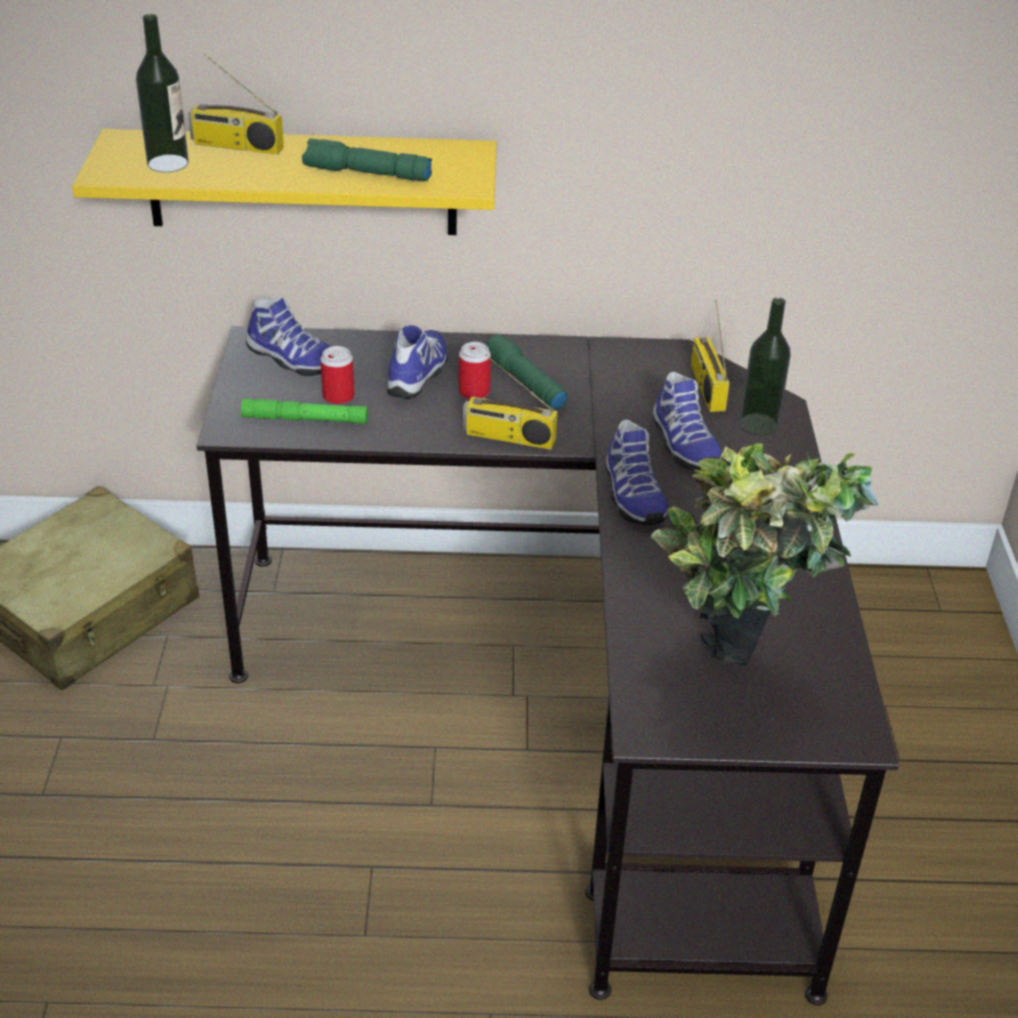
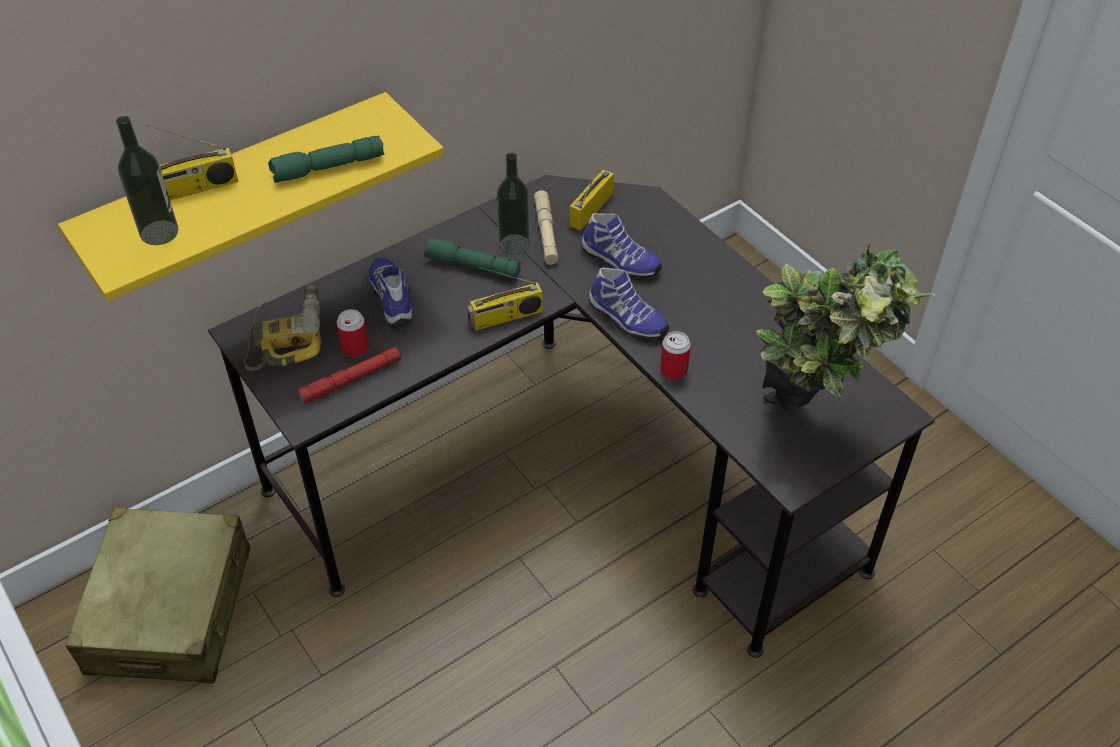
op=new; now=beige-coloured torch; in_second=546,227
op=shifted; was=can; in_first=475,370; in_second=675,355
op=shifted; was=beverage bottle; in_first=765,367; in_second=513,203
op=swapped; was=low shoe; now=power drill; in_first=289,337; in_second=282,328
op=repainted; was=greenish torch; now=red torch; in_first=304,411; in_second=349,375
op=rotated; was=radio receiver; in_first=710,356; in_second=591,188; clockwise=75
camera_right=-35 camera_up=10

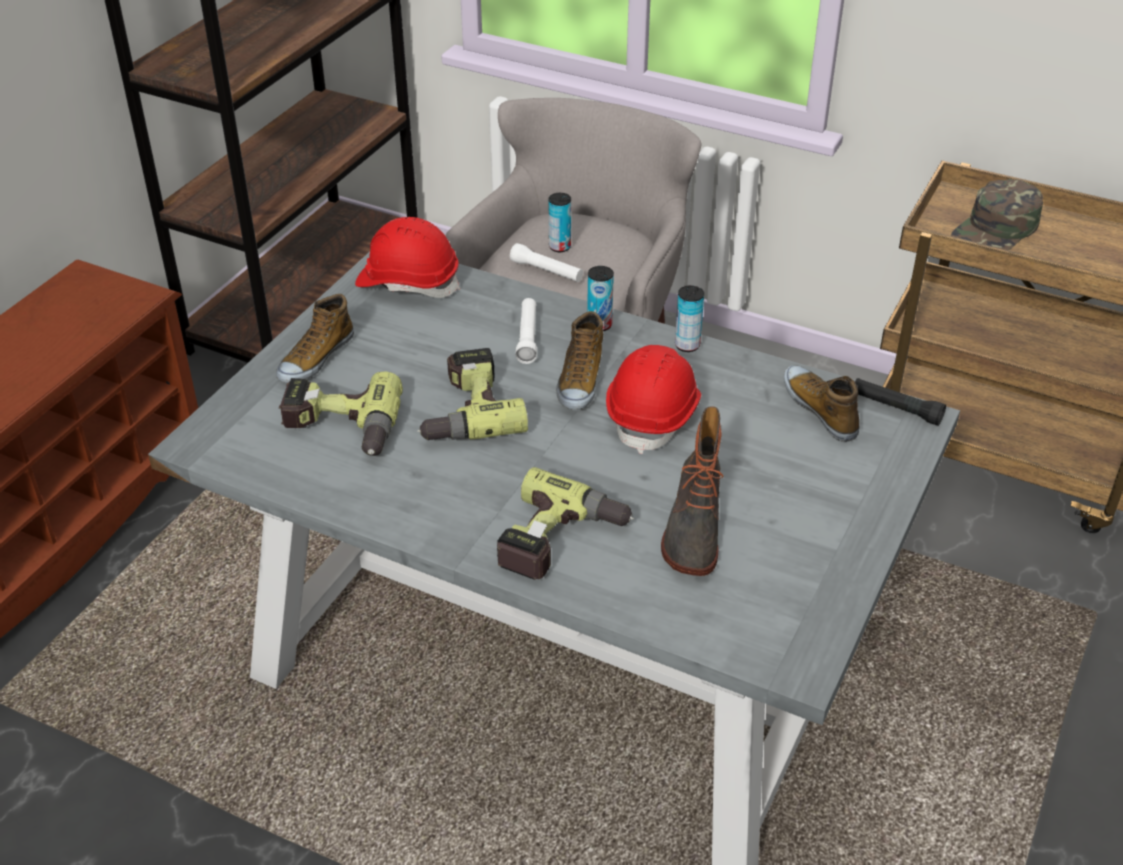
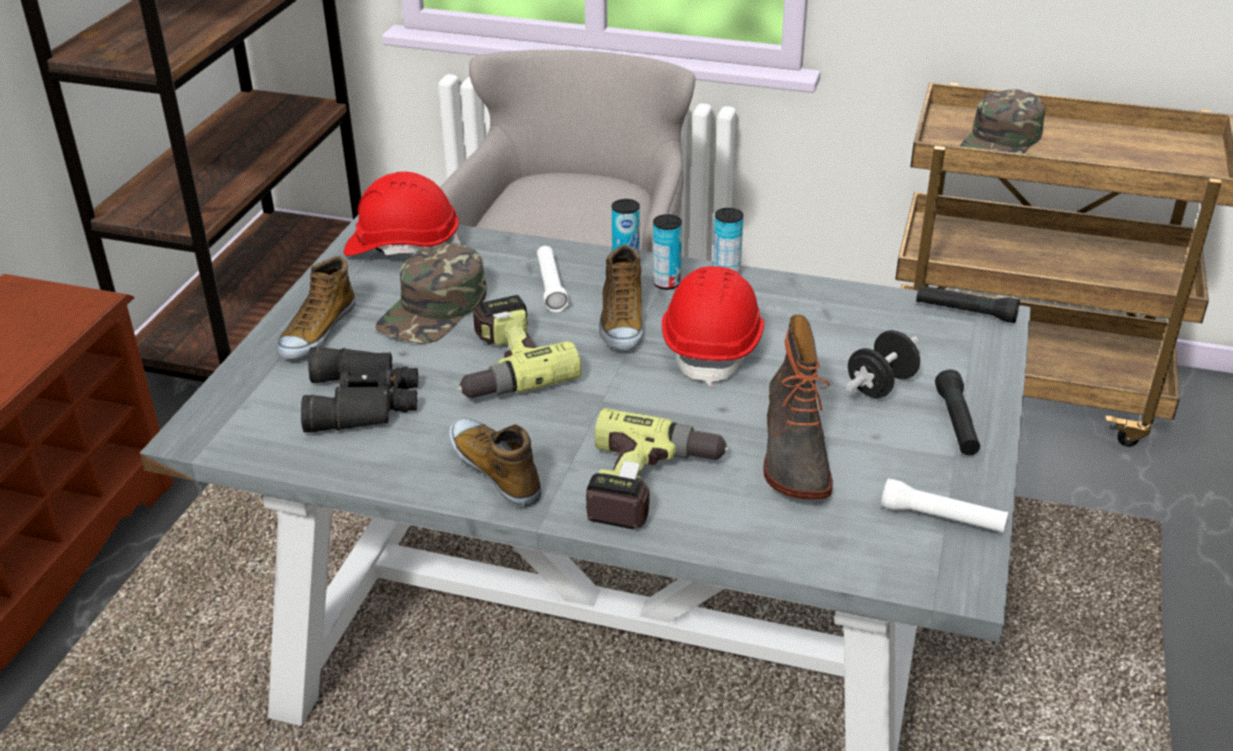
op=new; now=greenish peaked cap; in_second=431,293
op=new; now=blackish free weight; in_second=882,364
op=new; now=blackish torch; in_second=957,412
op=shifted; was=whitish torch; in_first=546,262; in_second=944,505
op=shifted; was=can; in_first=560,222; in_second=667,252
op=shifted; was=low shoe; in_first=821,404; in_second=495,463
op=swapped; was=power drill; now=blackish binoculars; in_first=341,413; in_second=359,390
camera_right=-10 camera_up=-5

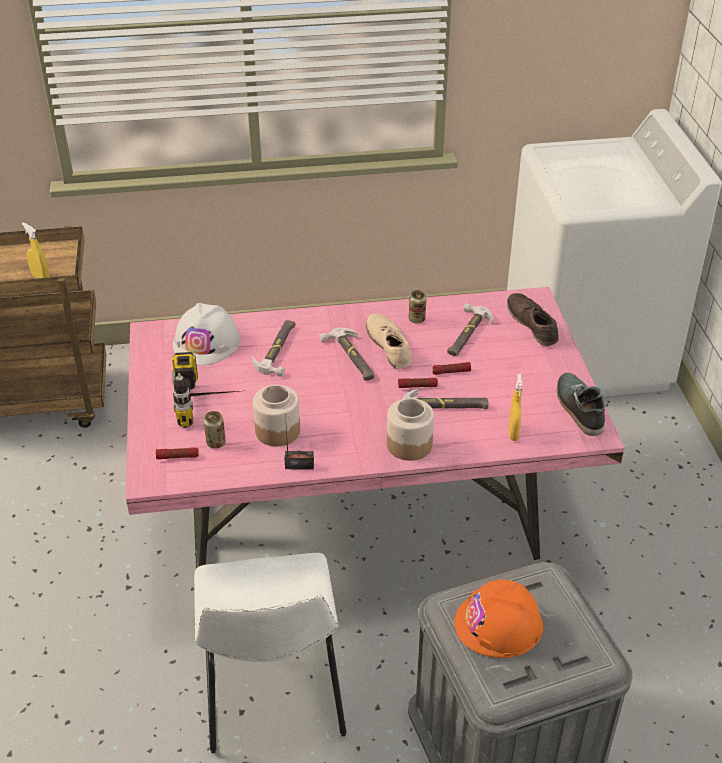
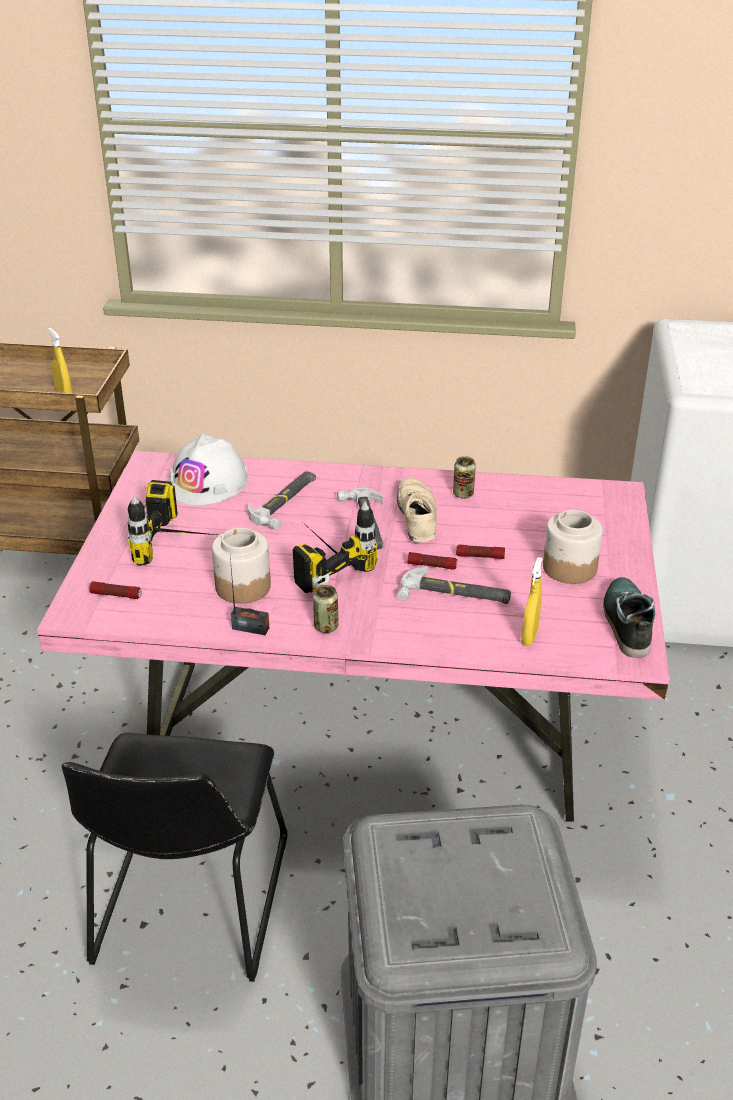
op=gone; was=hand hammer; in_first=470,329
op=gone; was=orange safety helmet; in_first=498,619
op=gone; was=brown low shoe; in_first=533,319
op=new; now=power drill; in_second=335,547
op=shifted; was=can; in_first=215,429; in_second=326,609
op=shifted; was=jar; in_first=410,429; in_second=573,547
op=repainted; was=whitish chair; now=blackish chair; in_first=270,653; in_second=174,857
camera_right=15 camera_up=-5

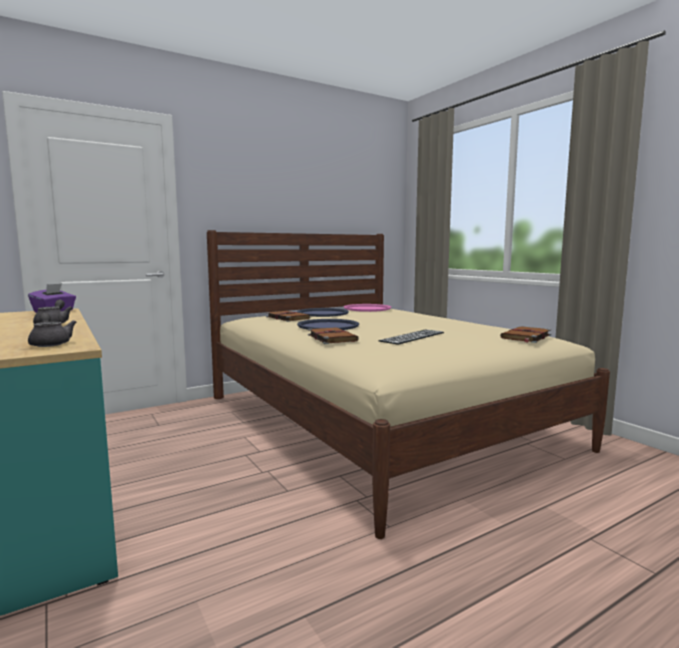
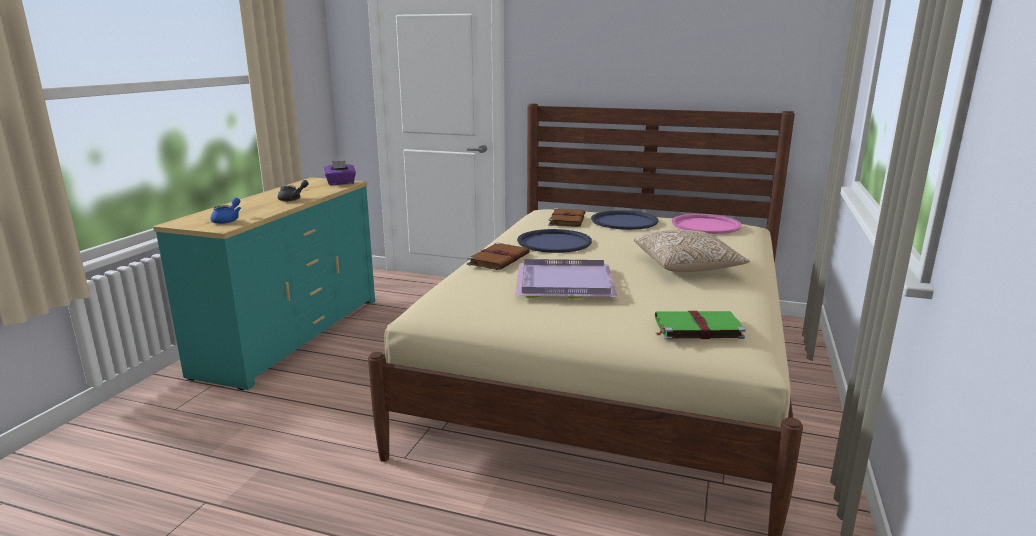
op=new; now=throw pillow; in_second=692,251
op=swapped; was=PC keyboard; now=purplish carrying tray; in_first=411,337; in_second=566,279
op=repainted; was=gray teapot; now=blue-coloured teapot; in_first=52,330; in_second=225,211
op=repainted; was=brown bound book; now=greenish bound book; in_first=525,334; in_second=700,325
camera_right=50 camera_up=10

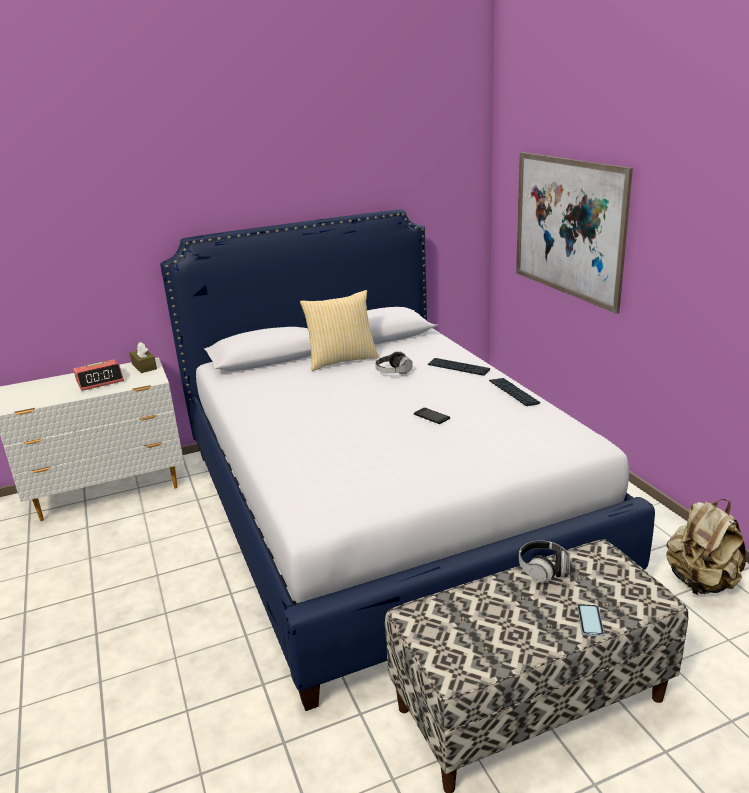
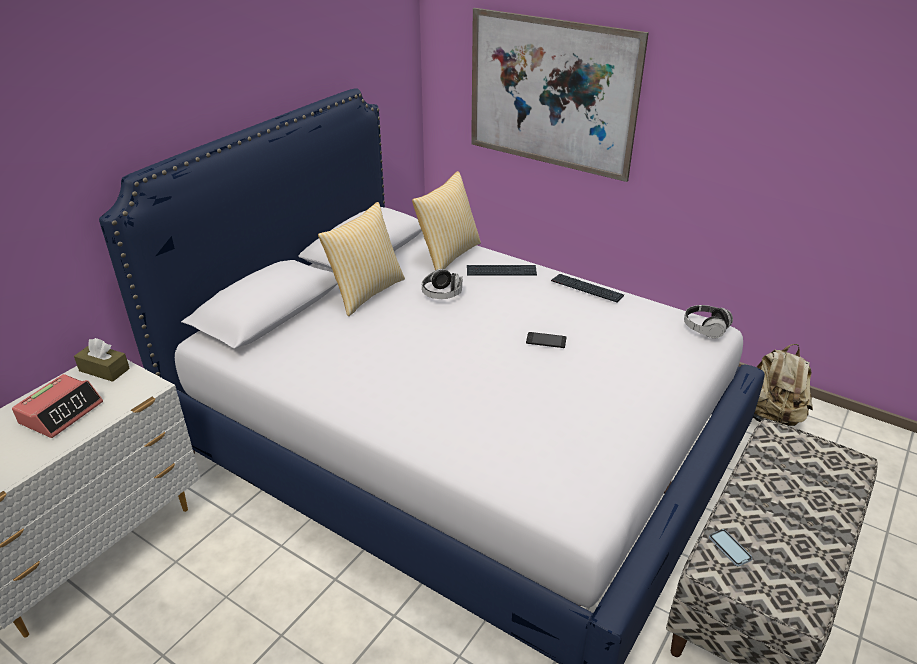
op=new; now=throw pillow; in_second=446,220
op=shifted; was=headphones; in_first=544,561; in_second=708,322
op=shifted; was=handset; in_first=590,620; in_second=730,547
camera_right=-35 camera_up=10

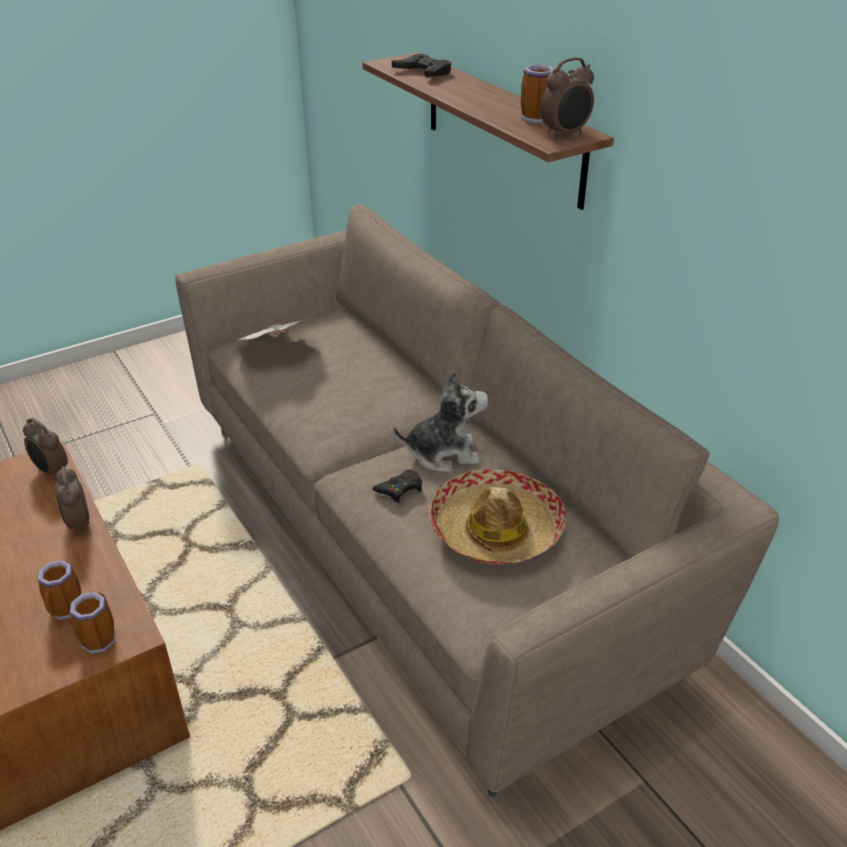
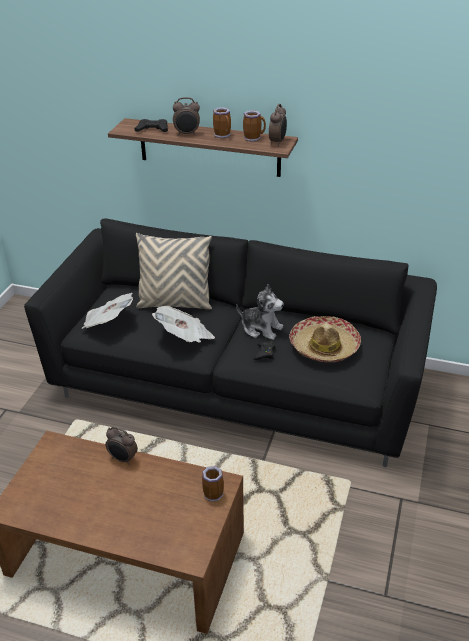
op=new; now=beige-coloured throw pillow; in_second=174,271
op=new; now=daily paper; in_second=183,324
op=shifted; was=table clock; in_first=45,449; in_second=186,116
op=shifted; was=tea mug; in_first=59,590; in_second=222,122
op=repainted; was=beige-coloured settee; now=blackish settee; in_first=477,500; in_second=230,343
op=rotated; was=plush toy; in_first=441,421; in_second=260,312; clockwise=75
camera_right=-40 camera_up=0

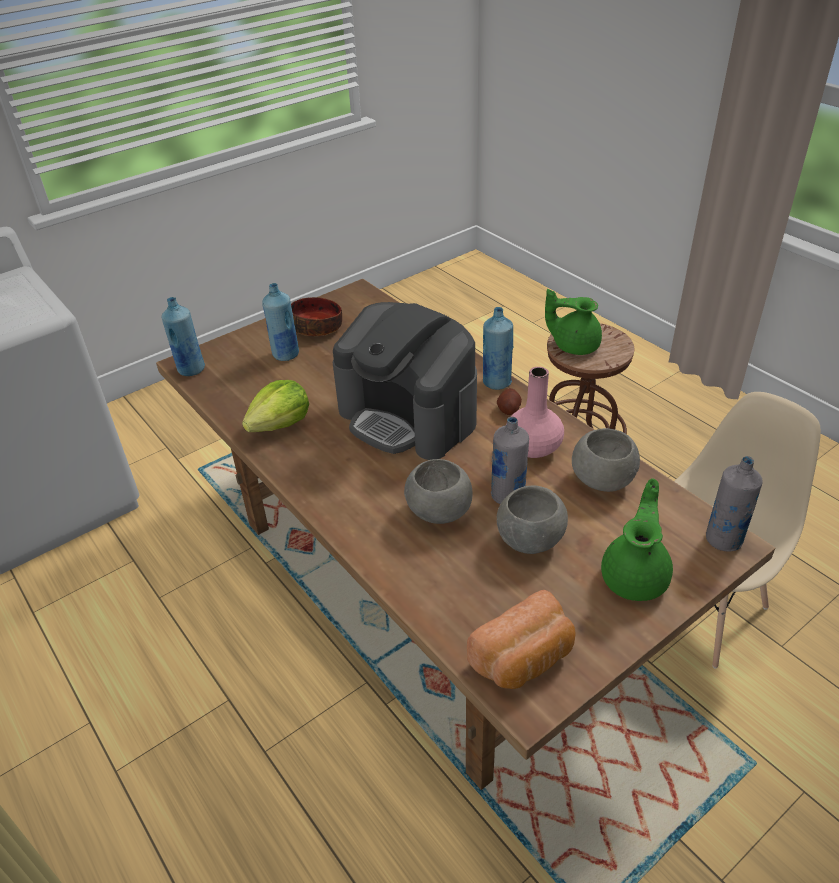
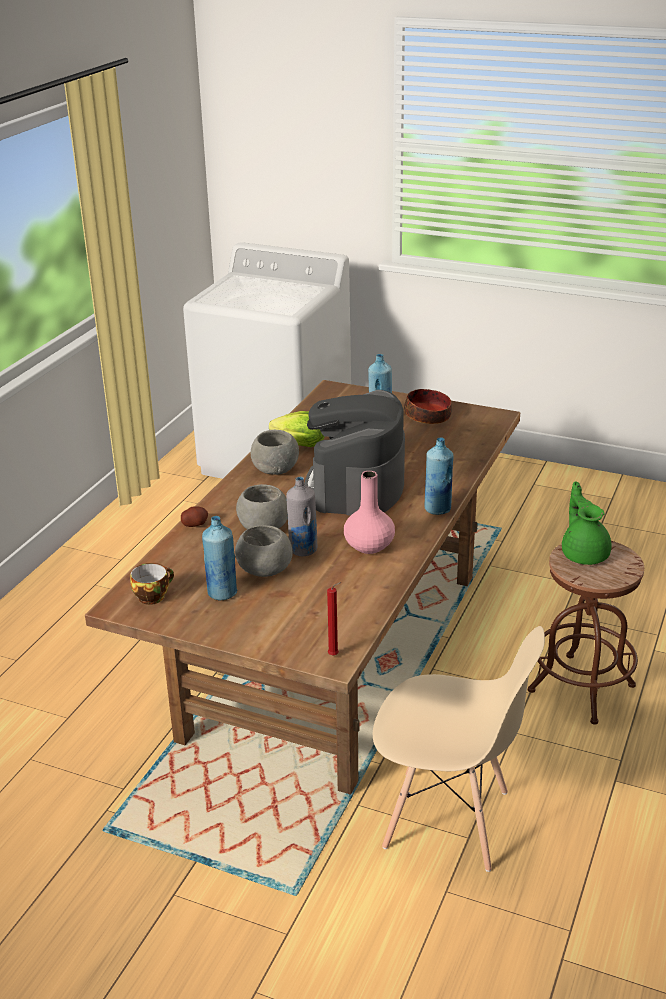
op=gone; was=greenish teapot; in_first=637,539
op=shifted; was=blue-coloured beverage bottle; in_first=183,336; in_second=219,558
op=shifted; was=whole potato; in_first=509,401; in_second=194,516
op=shifted; was=gray deep dish; in_first=606,460; in_second=275,452
op=swapped; was=baked bread; now=drinking cup; in_first=521,639; in_second=152,584
op=swapped; was=gray beverage bottle; now=red wax light; in_first=734,504; in_second=334,619
camera_right=60 camera_up=-10

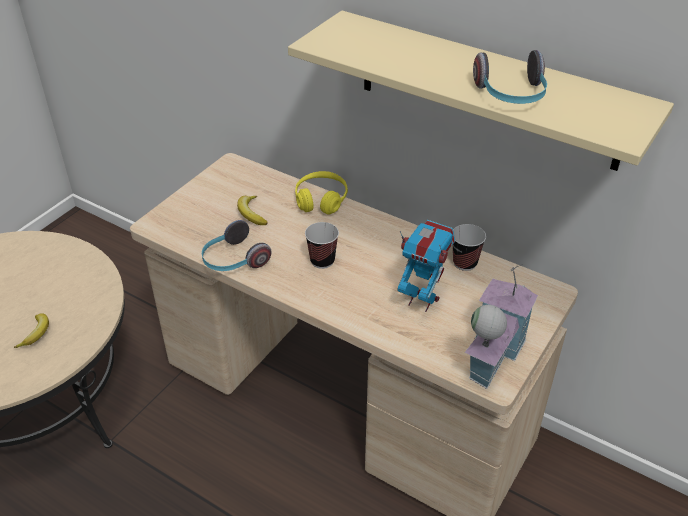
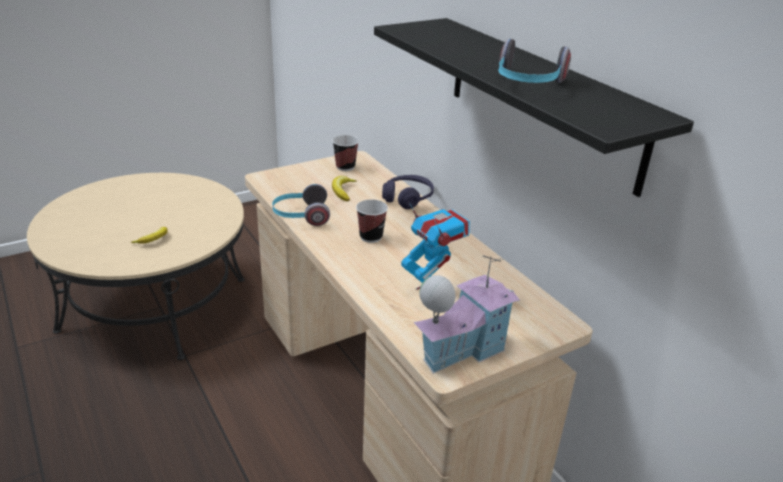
op=shifted; was=drinking cup; in_first=469,247; in_second=345,153
op=repainted; was=beige-coloured bracket shelf; now=blackish bracket shelf; in_first=481,90; in_second=534,107
op=repainted; was=yellow-coloured headphones; now=purplish headphones; in_first=321,193; in_second=408,192
camera_right=25 camera_up=-10

